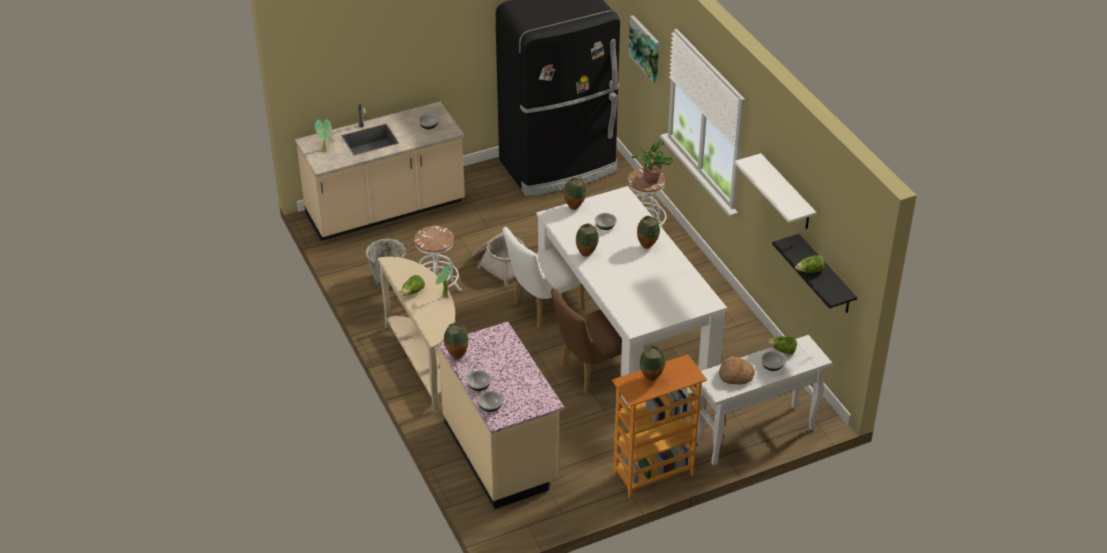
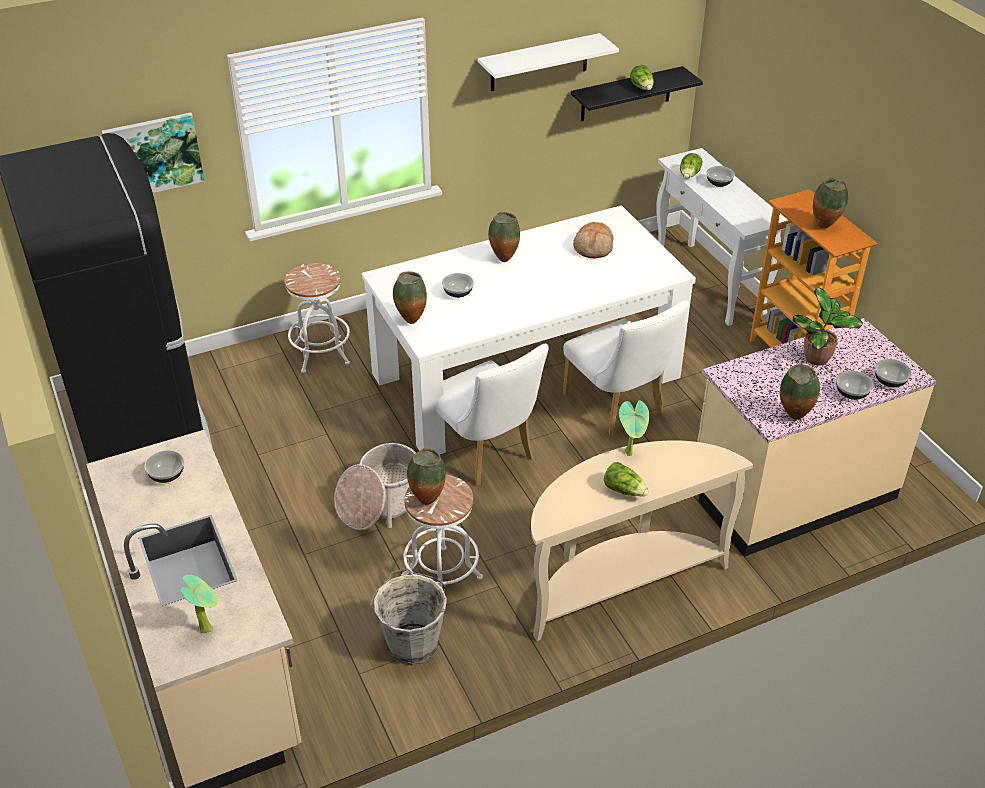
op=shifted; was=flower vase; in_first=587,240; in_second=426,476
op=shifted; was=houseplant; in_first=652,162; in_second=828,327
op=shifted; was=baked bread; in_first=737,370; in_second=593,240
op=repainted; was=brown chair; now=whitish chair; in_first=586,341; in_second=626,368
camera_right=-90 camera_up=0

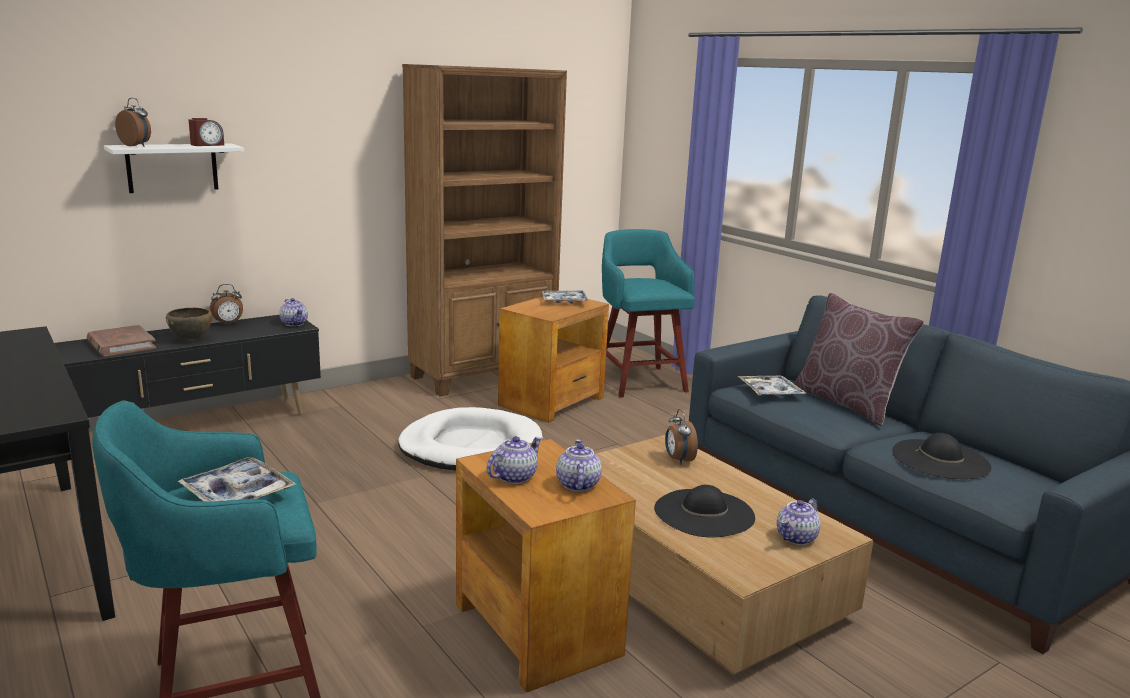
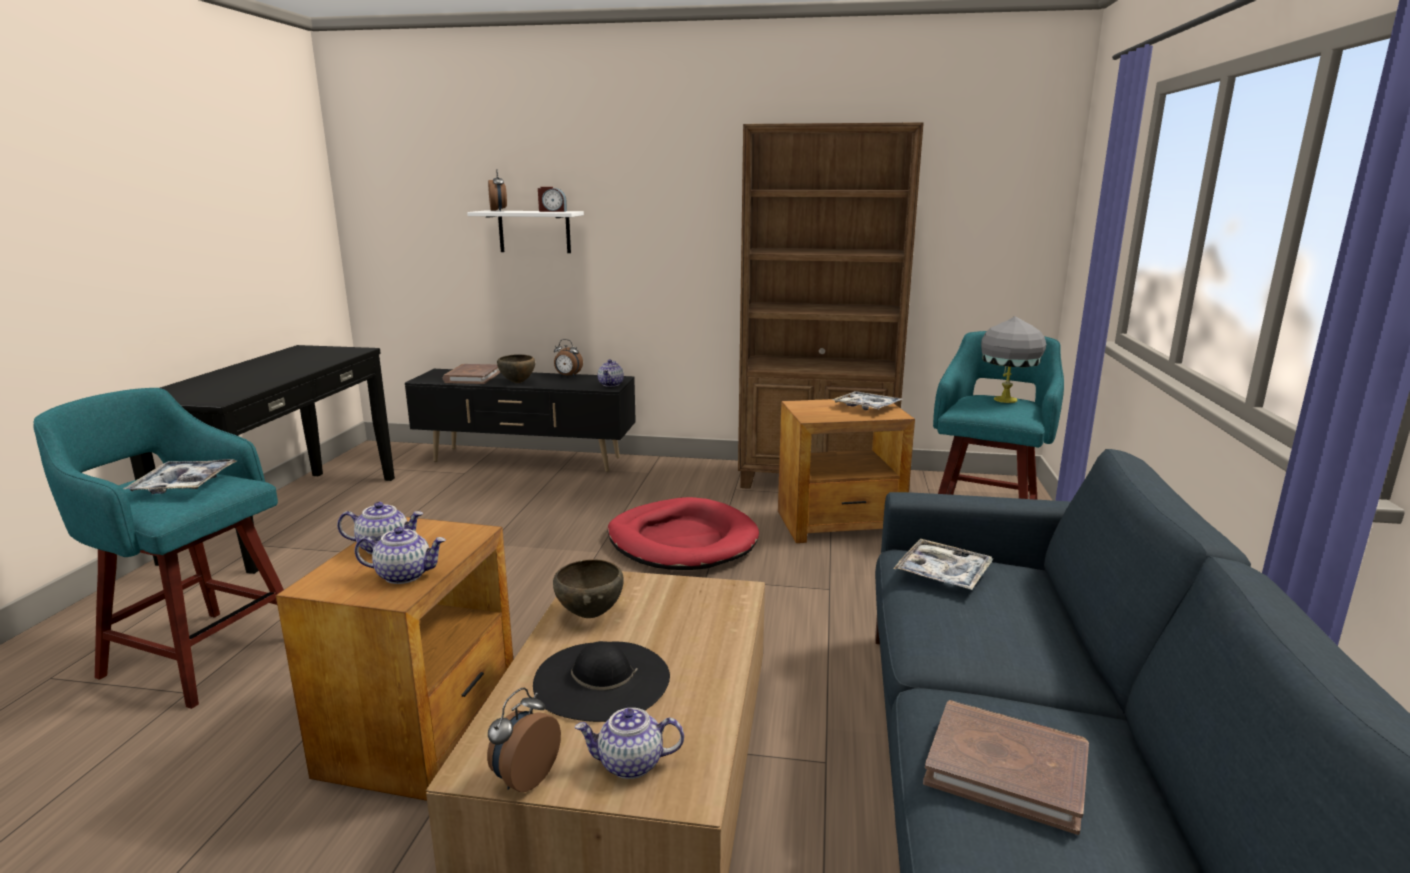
op=gone; was=brown throw pillow; in_first=859,359
op=new; now=brown deep dish; in_second=588,588
op=new; now=gray lamp for a table; in_second=1013,359
op=shifted; was=table clock; in_first=681,437; in_second=524,740
op=swapped; was=blackish hat; now=brown bound book; in_first=942,456; in_second=1006,767
op=repainted; was=whitish dog bed; now=red dog bed; in_first=470,439; in_second=683,533
op=rotated; was=teapot; in_first=579,465; in_second=400,555; clockwise=45
camera_right=45 camera_up=0

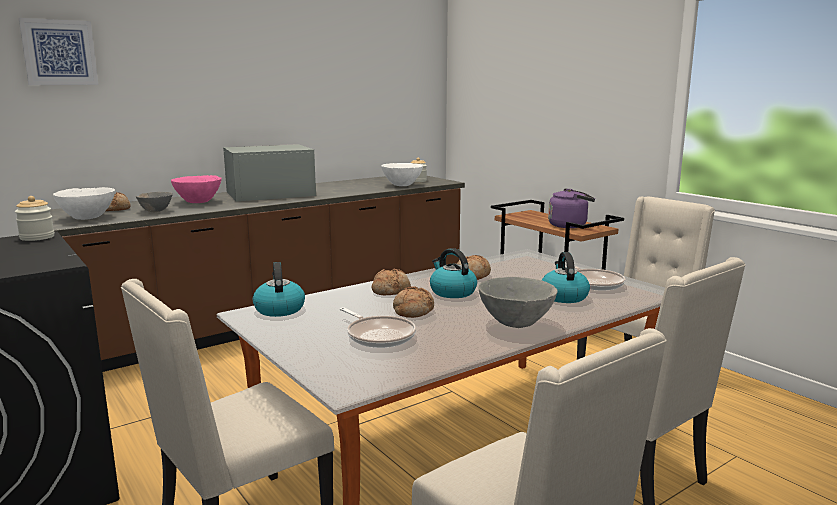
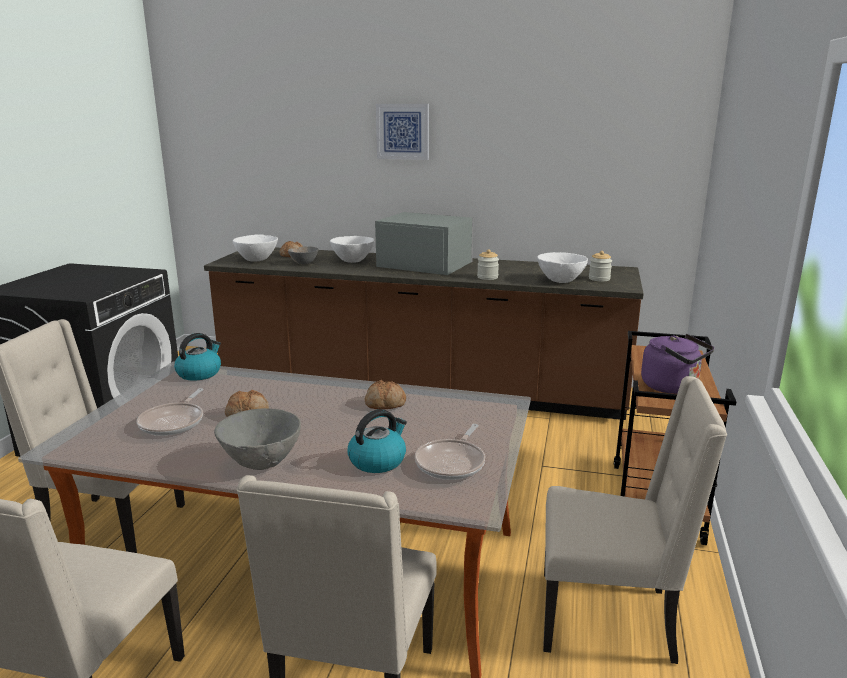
op=gone; was=baked bread; in_first=391,281
op=gone; was=kettle; in_first=453,273
op=shifted; was=jar; in_first=35,218; in_second=488,264
op=shifted; was=wall art; in_first=58,51; in_second=402,132
op=repainted; was=pink deep dish; now=whitish deep dish; in_first=196,189; in_second=352,249
camera_right=50 camera_up=5

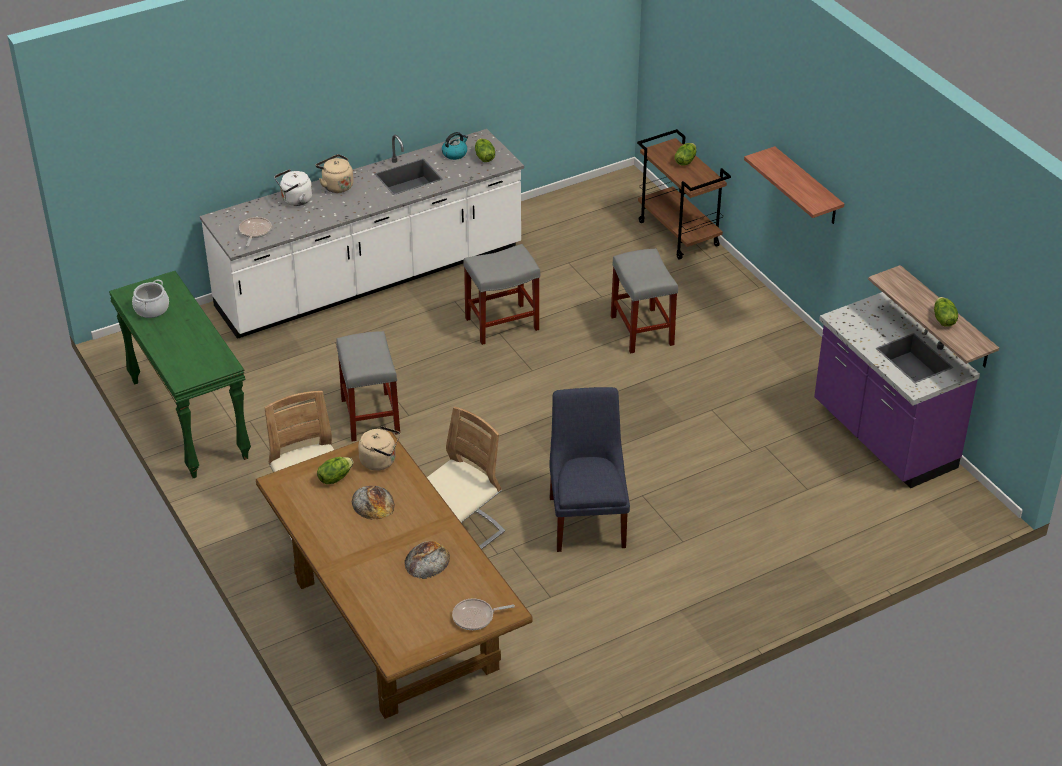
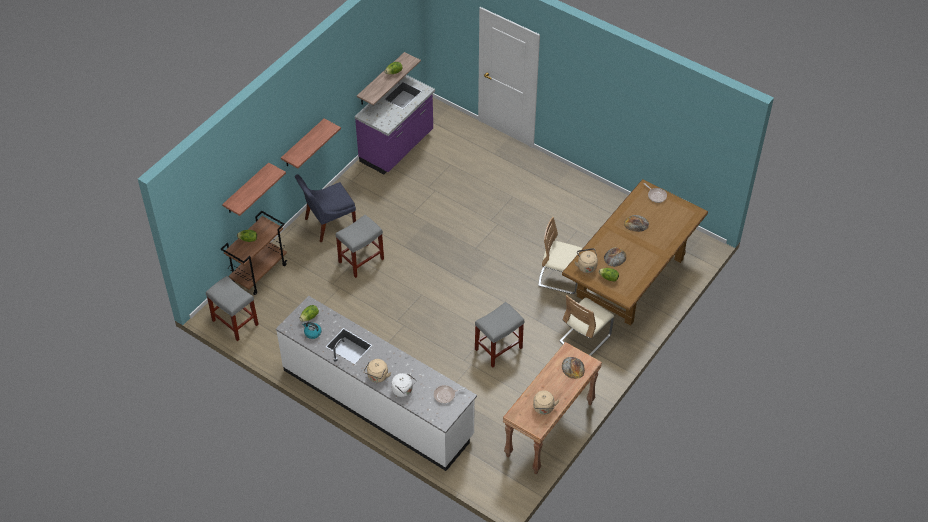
op=new; now=bracket shelf; in_second=254,189
op=new; now=baked bread; in_second=573,368
op=shifted; was=gray sitting stool; in_first=501,294; in_second=232,308
op=shifted; was=blue-coloured chair; in_first=590,469; in_second=325,208
op=swapped; was=cooking pot; now=beige-coloured kettle; in_first=150,299; in_second=546,402
op=repainted; was=greenish hall table; now=brown hall table; in_first=180,374; in_second=552,408
camera_right=-115 camera_up=10

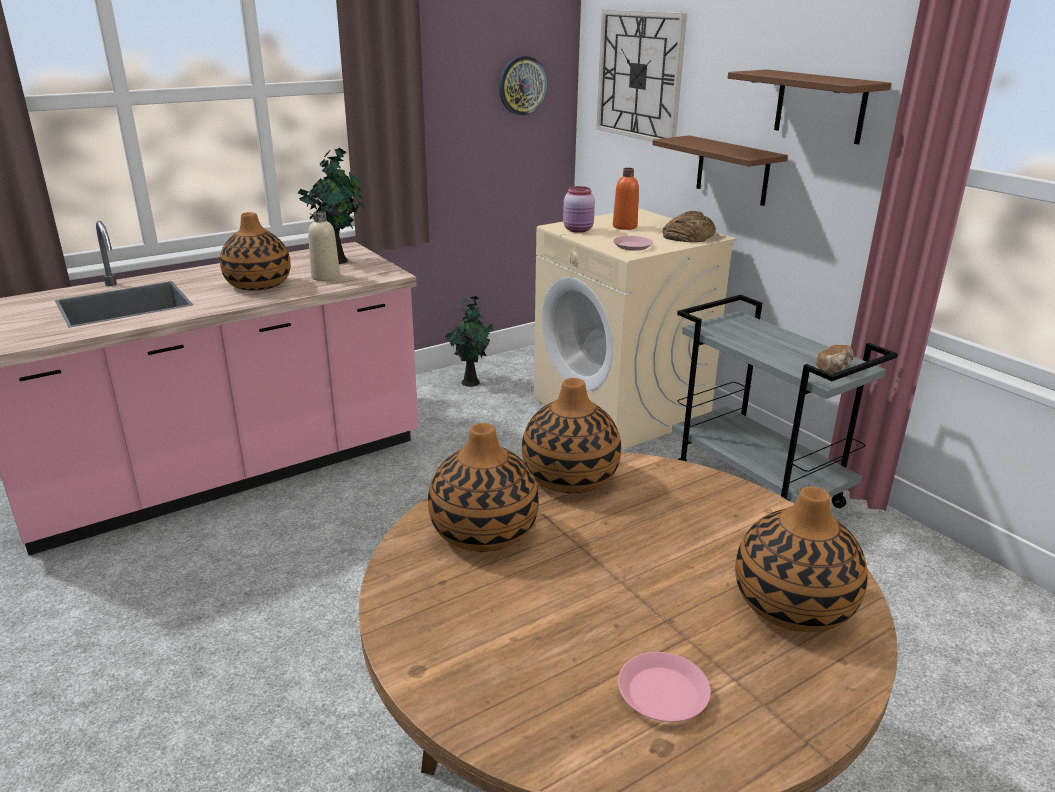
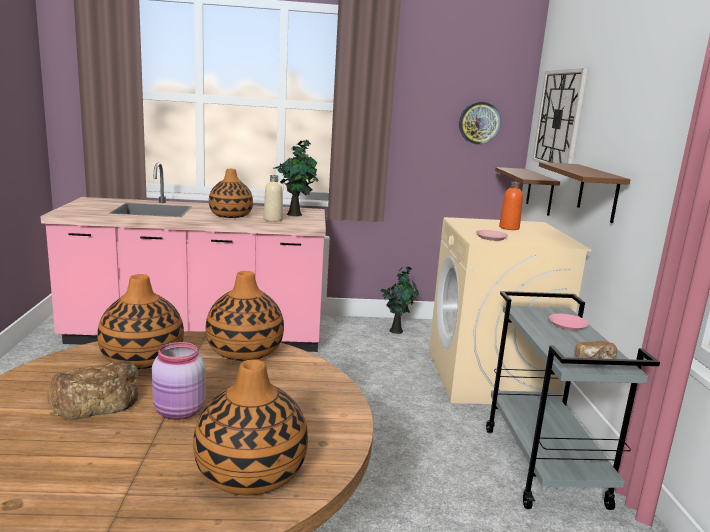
op=shifted; was=pink jar; in_first=579,209; in_second=179,381
op=shifted; was=pink flat dish; in_first=664,687; in_second=569,322
op=shifted; was=baked bread; in_first=689,226; in_second=92,390
op=shifted; was=brown bracket shelf; in_first=809,107; in_second=527,191
camera_right=30 camera_up=-10

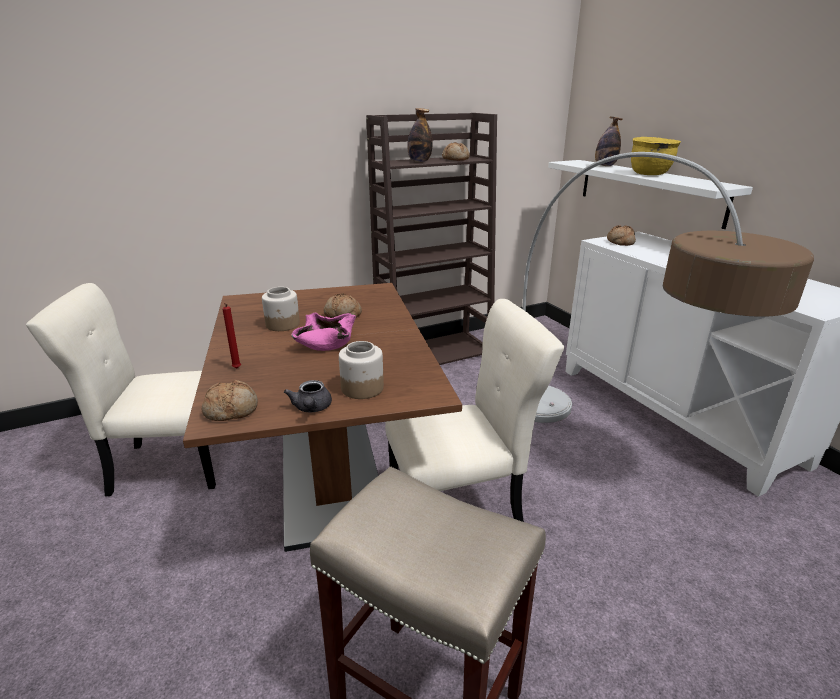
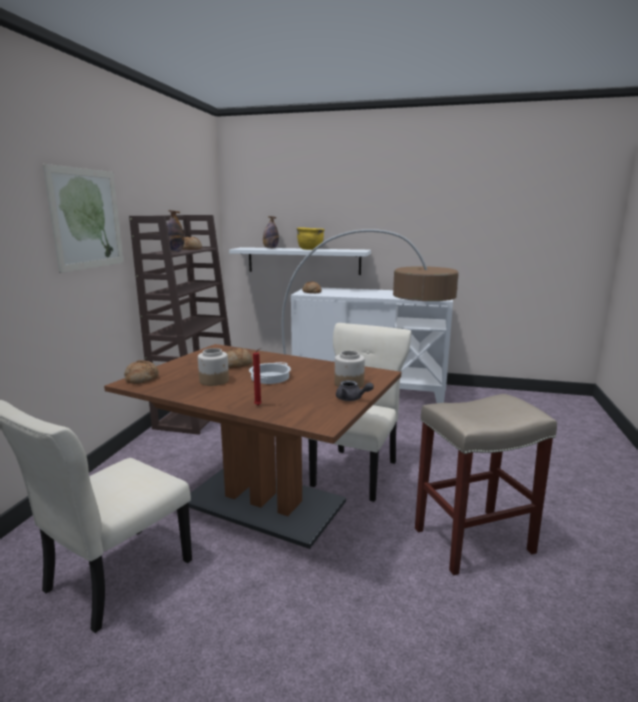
op=new; now=wall art; in_second=83,218
op=shifted; was=baked bread; in_first=230,400; in_second=141,372
op=swapped; was=pink deep dish; now=cooking pot; in_first=323,332; in_second=270,373
camera_right=-50 camera_up=-10

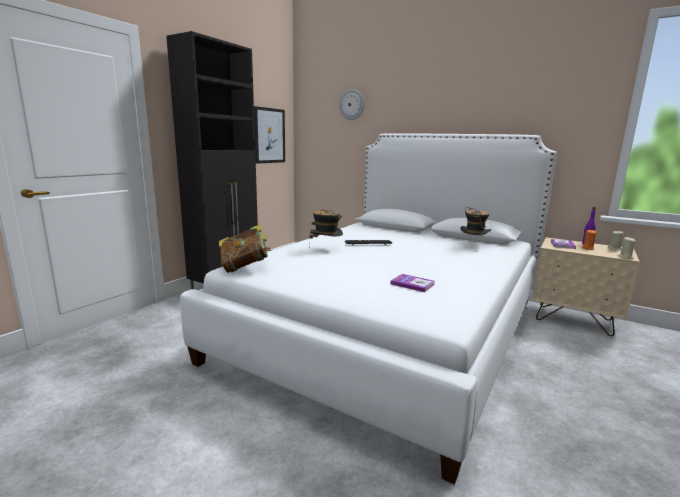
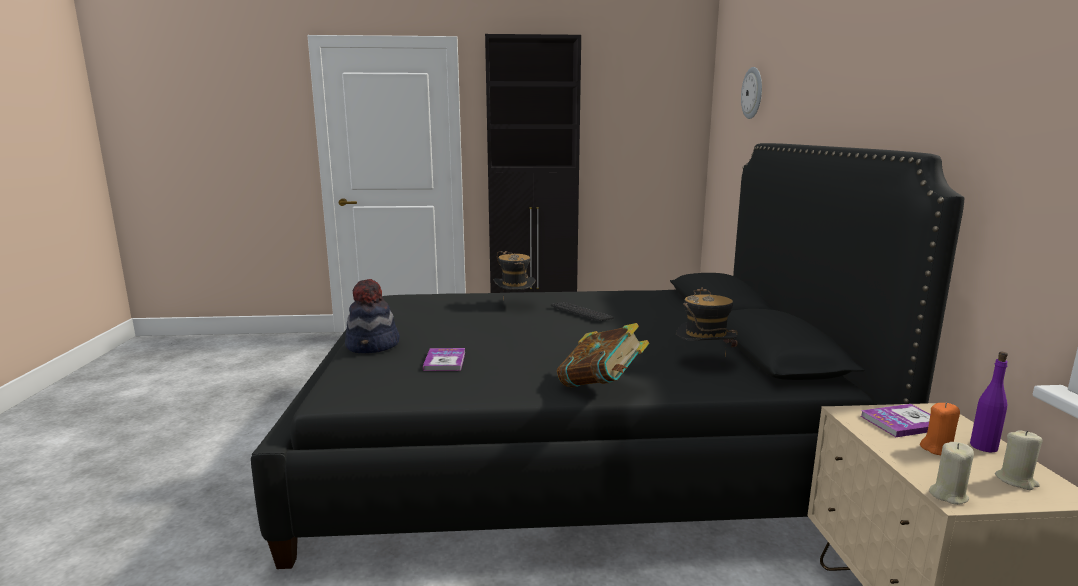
op=gone; was=wall art; in_first=269,135
op=new; now=hat; in_second=372,316
op=shifted; was=bound book; in_first=245,248; in_second=603,355
op=repainted; was=whitish sleeping bed; now=blackish sleeping bed; in_first=368,309; in_second=607,356
camera_right=55 camera_up=0

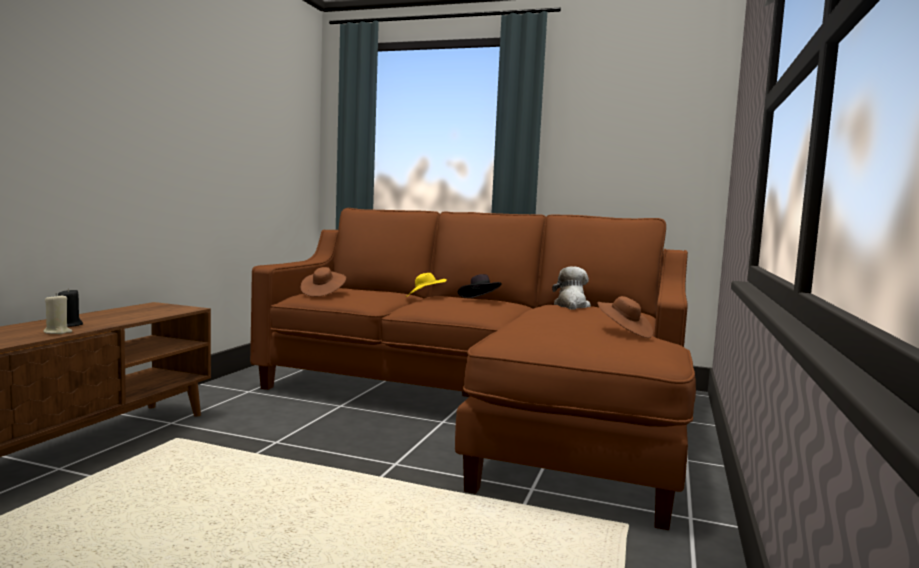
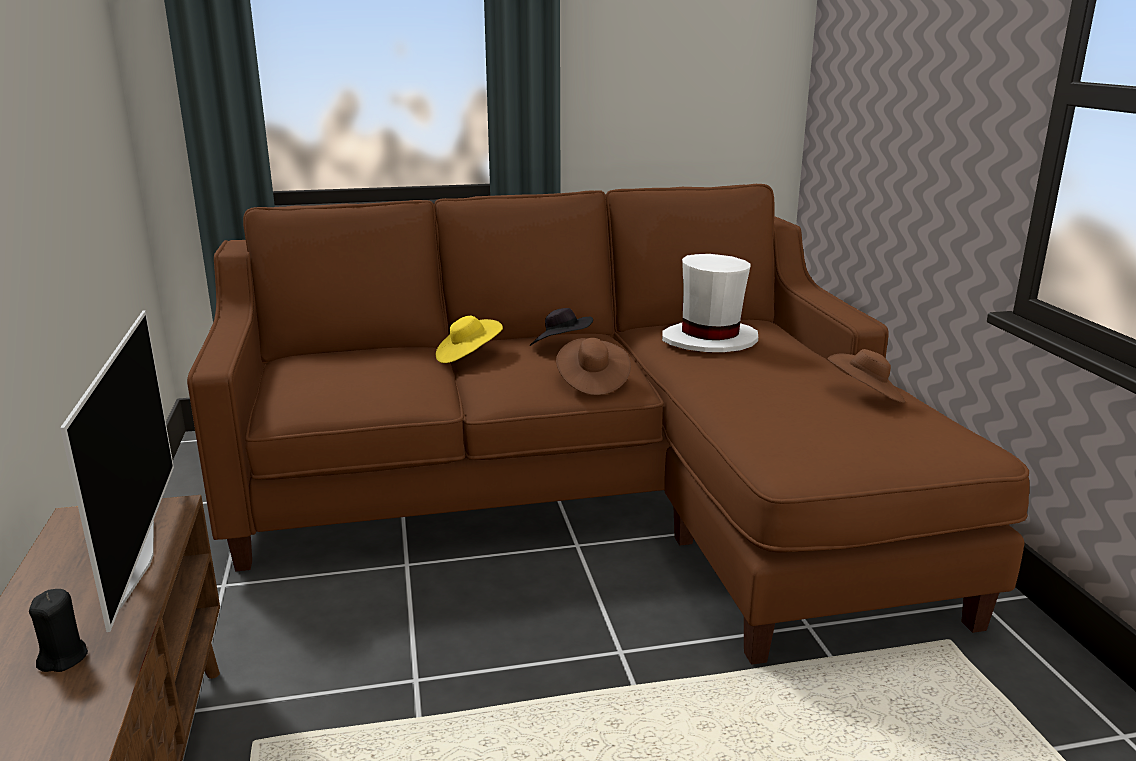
op=gone; was=beige-coloured wax light; in_first=57,313
op=new; now=TV; in_second=117,471
op=shifted; was=brown hat; in_first=323,282; in_second=593,366
op=swapped; was=plush toy; now=whitish hat; in_first=571,288; in_second=710,303
camera_right=-30 camera_up=15

